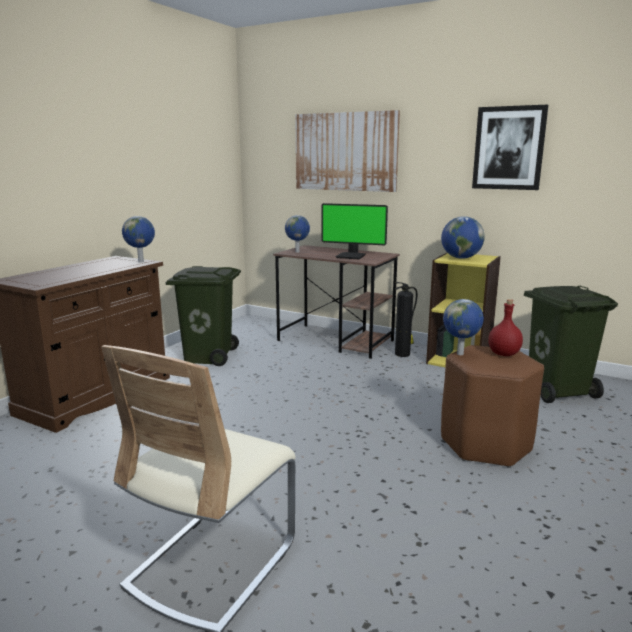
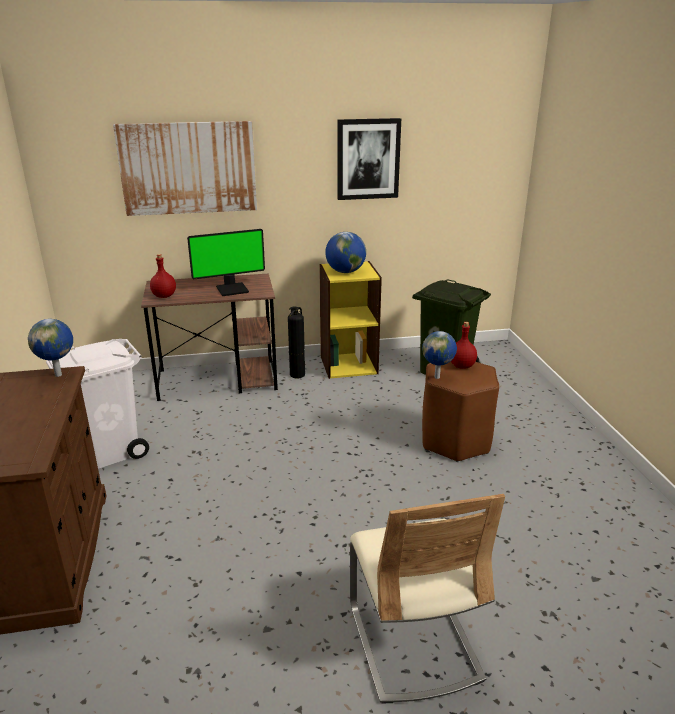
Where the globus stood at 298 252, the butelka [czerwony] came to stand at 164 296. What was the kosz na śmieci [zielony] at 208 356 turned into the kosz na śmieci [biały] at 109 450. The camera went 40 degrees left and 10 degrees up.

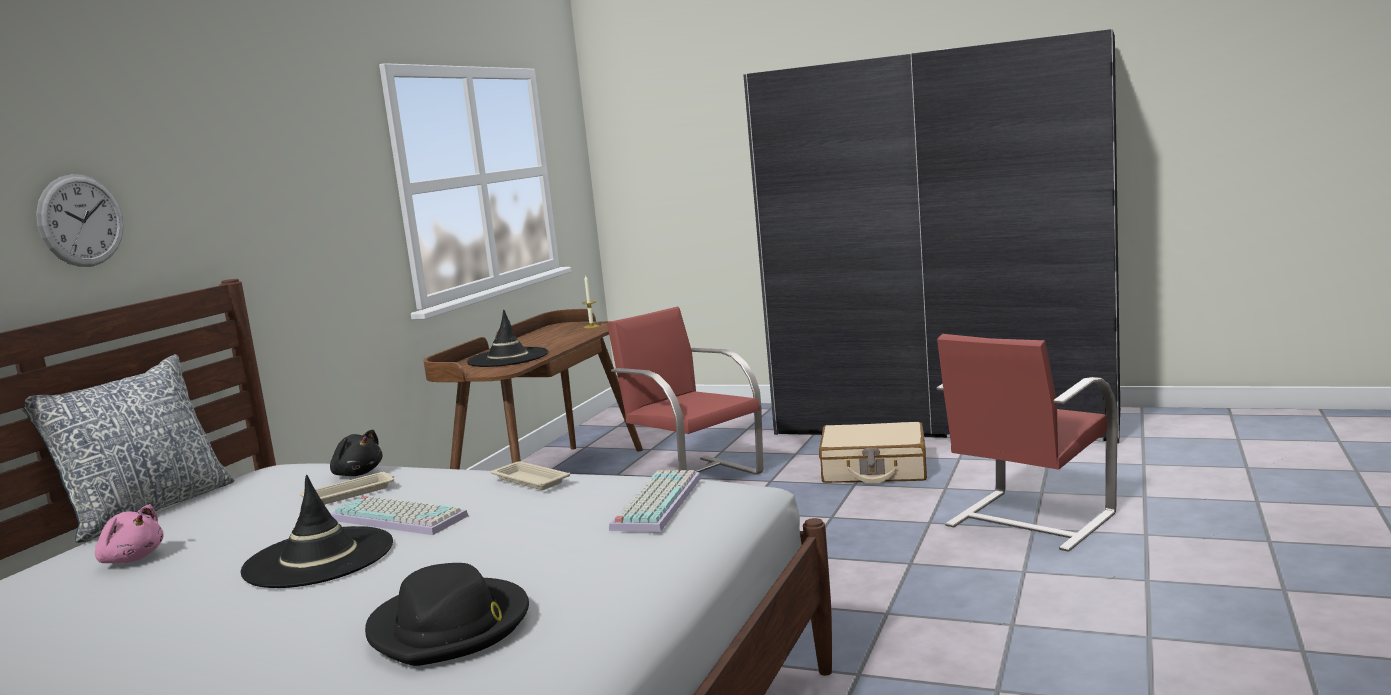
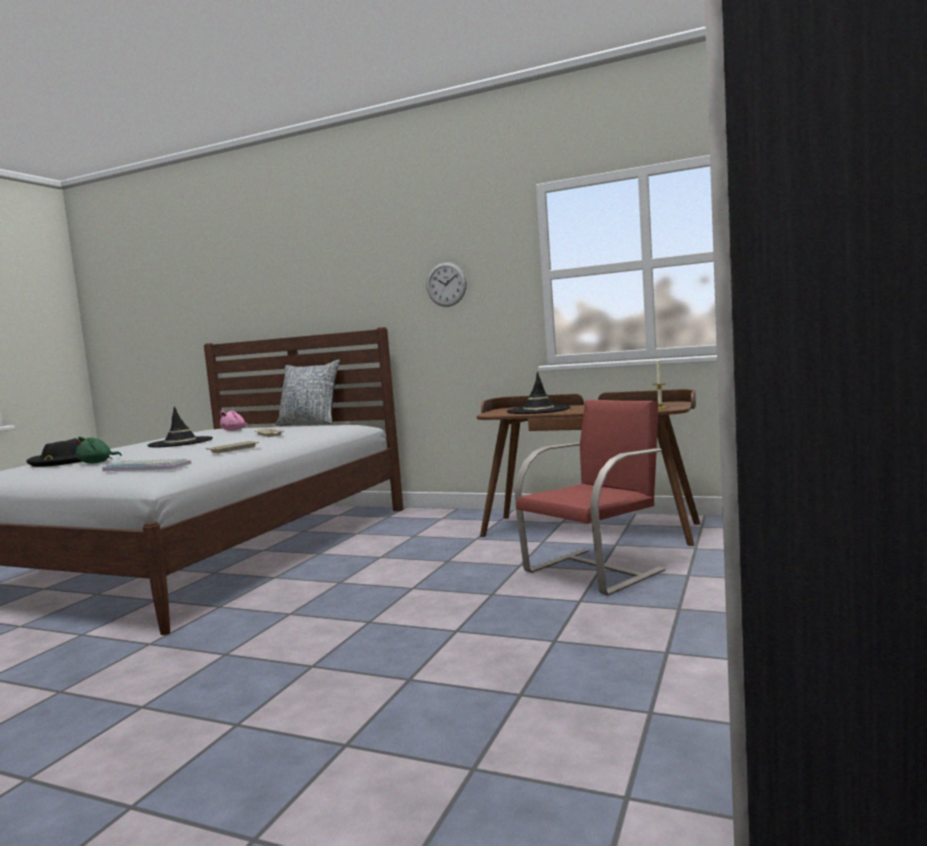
The second view lost the pluszak [czarny] at 357 473. The second view lost the klawiatura at 401 517. The second view lost the walizka [beżowy] at 874 470. The second view lost the krzesło [czerwony] at 1027 520. The second view gained the pluszak [zielony] at 97 462. The zegar ścienny ended up elsewhere, having gone from 81 220 to 446 284. The camera went 90 degrees right and 5 degrees down.

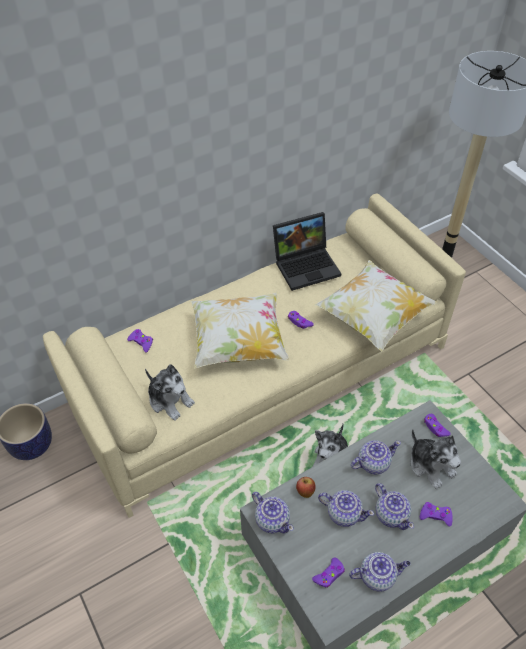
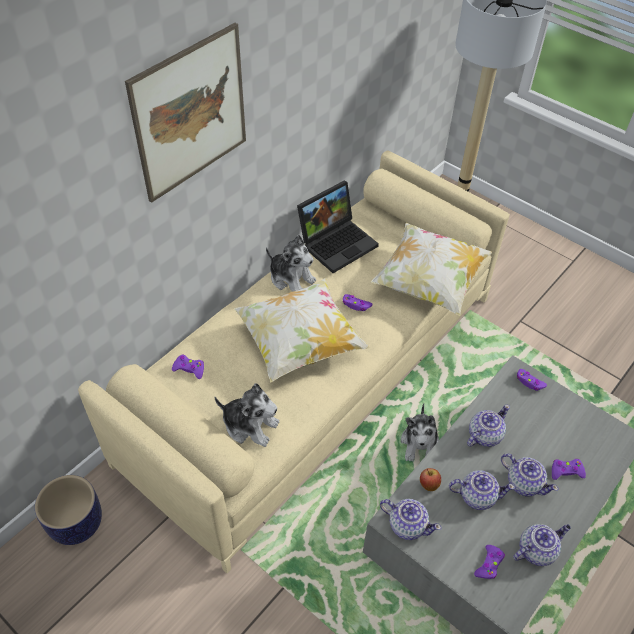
The second view gained the obraz at 190 113. The pluszak ended up elsewhere, having gone from 431 465 to 291 278. The camera went 20 degrees left and 0 degrees up.

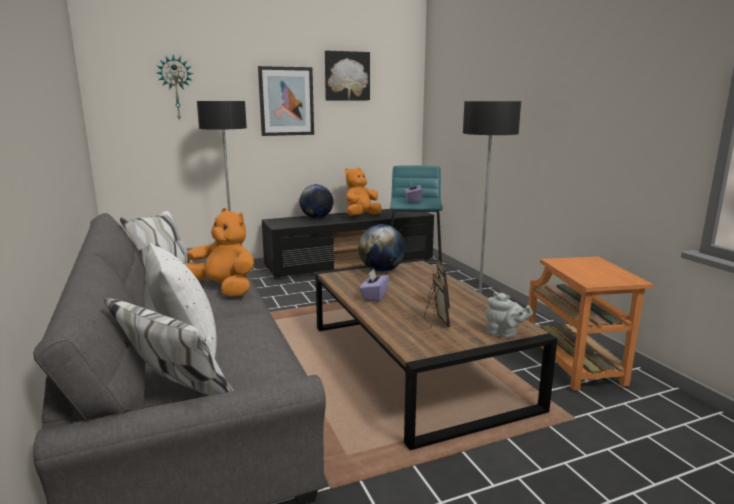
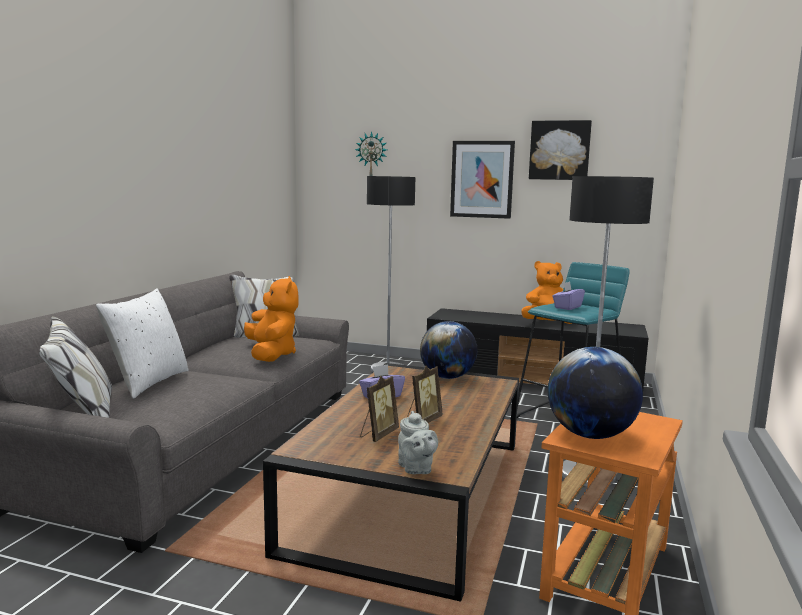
The globus ended up elsewhere, having gone from 317 218 to 590 435. The camera went 40 degrees right and 5 degrees down.

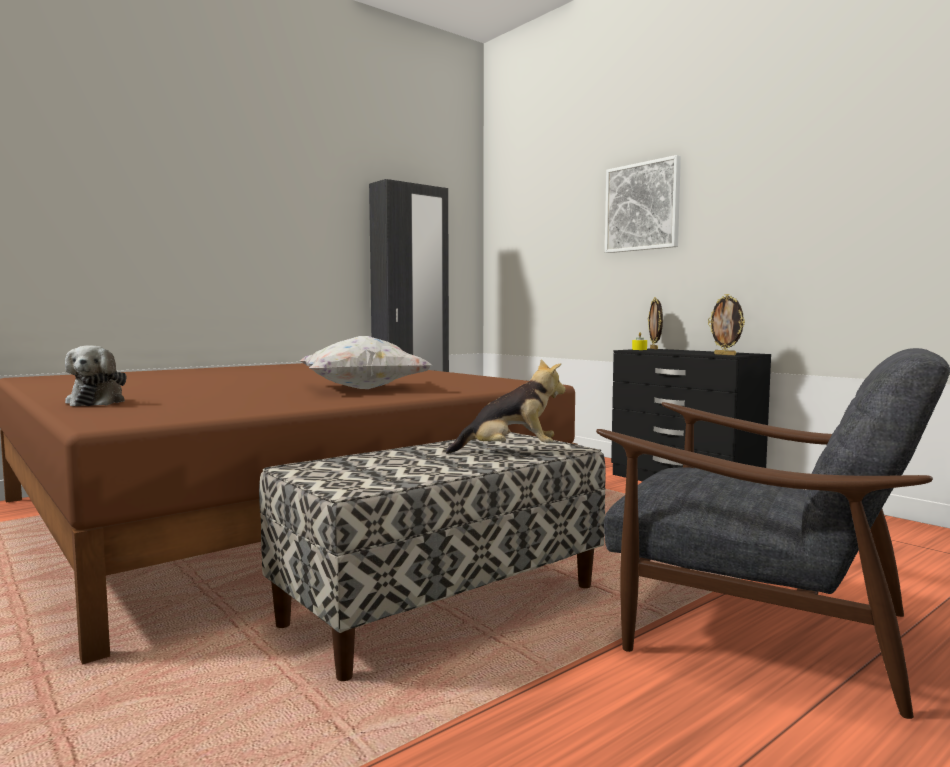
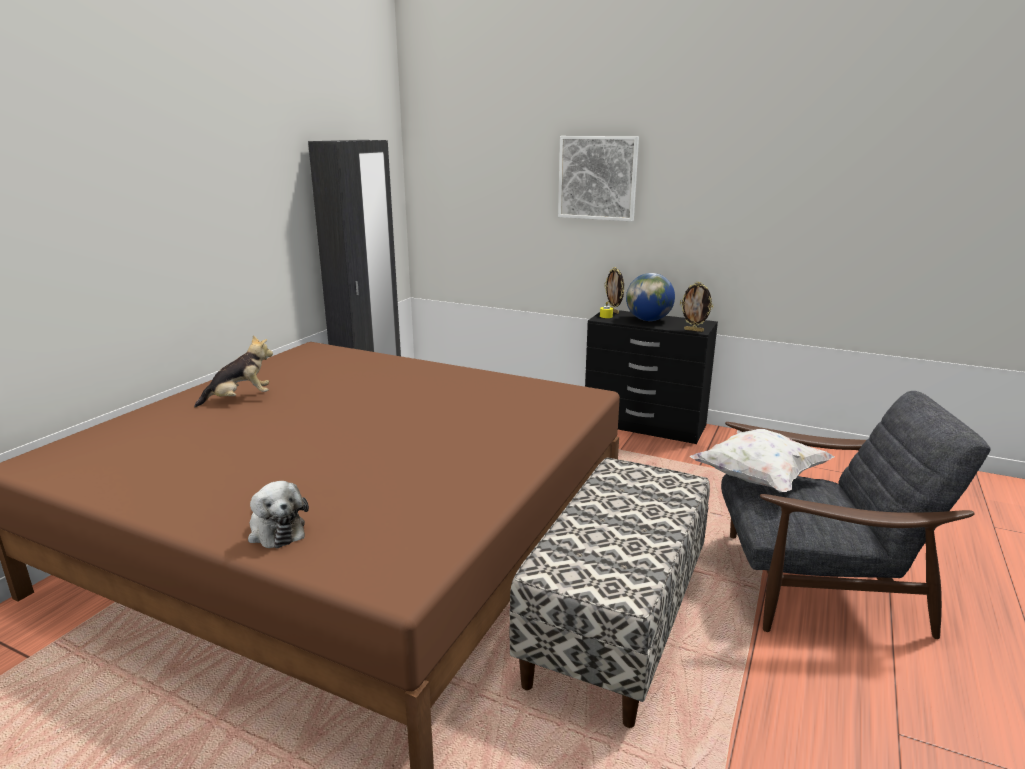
The second view gained the globus at 648 320. The poduszka [biały] ended up elsewhere, having gone from 363 389 to 758 478. The pluszak ended up elsewhere, having gone from 510 452 to 240 399. The camera went 25 degrees left and 15 degrees up.

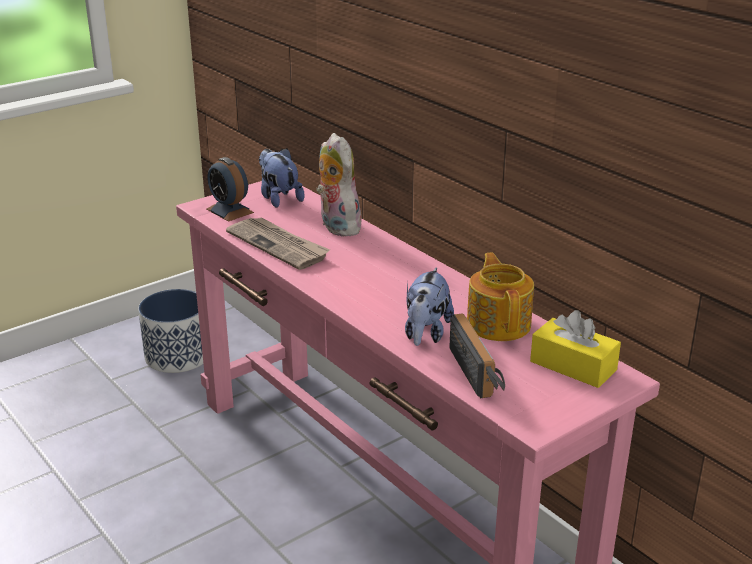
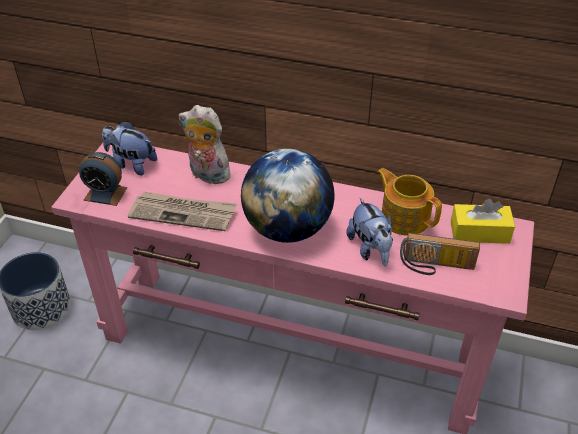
The second view gained the globus at 287 229. The radio at 480 373 ended up facing another way, 150 degrees clockwise from before. The camera went 35 degrees left and 15 degrees up.

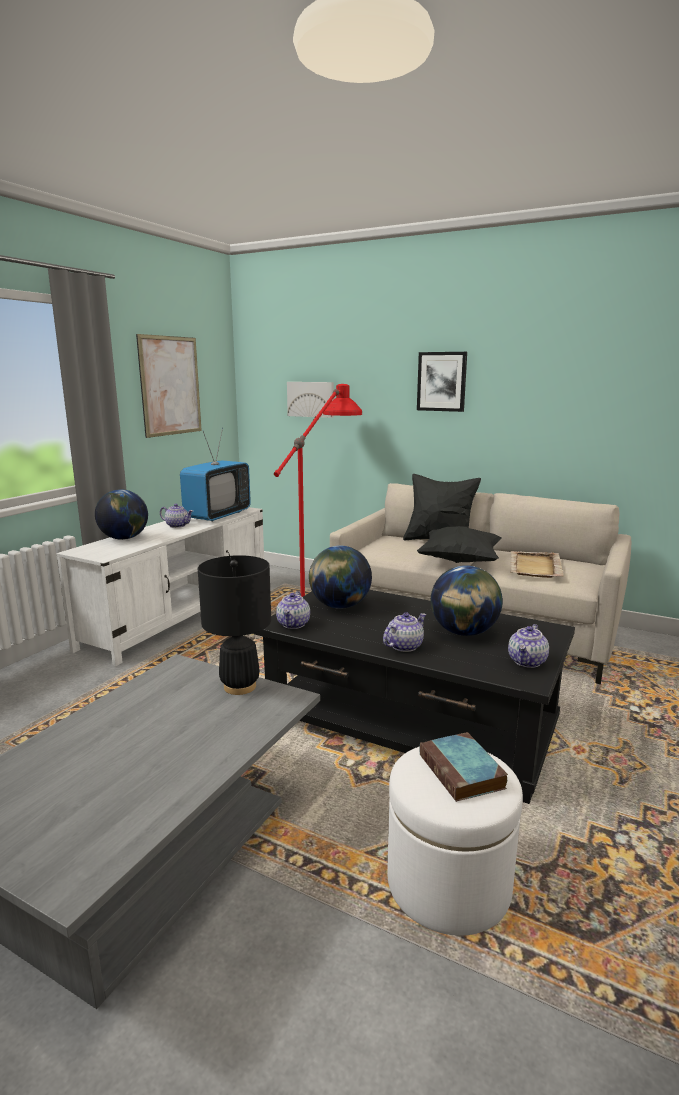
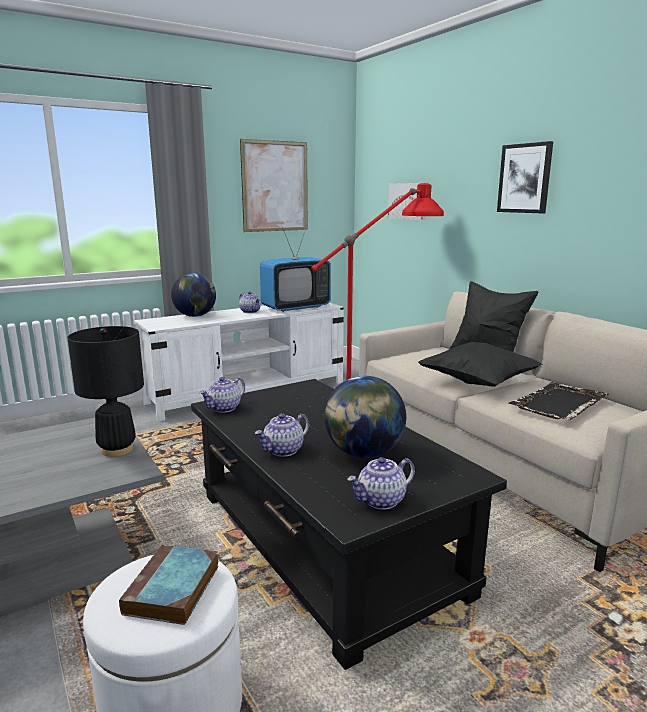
The second view lost the globus at 339 606. What was the taca [beżowy] at 534 567 turned into the taca [czarny] at 558 404. The imbryk at 404 646 ended up facing another way, 150 degrees clockwise from before. The camera went 30 degrees right and 0 degrees up.

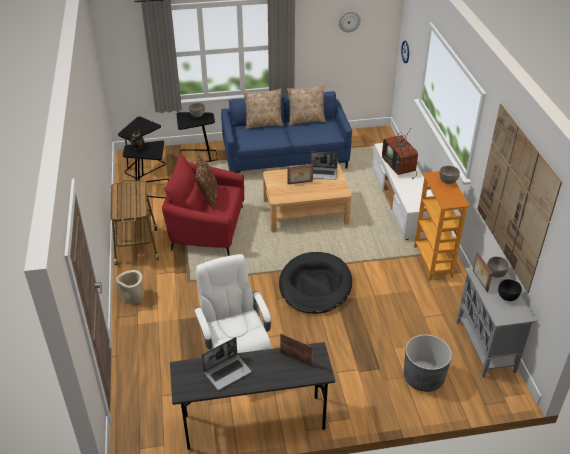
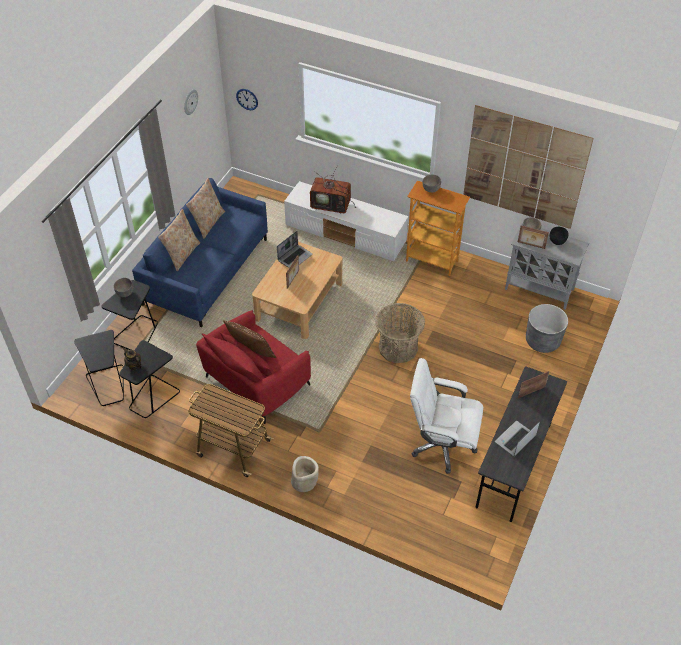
Where the legowisko [czarny] stood at 315 286, the koszyk came to stand at 398 347. The laptop at 227 372 ended up facing another way, 135 degrees counterclockwise from before. The camera went 55 degrees left and 10 degrees up.

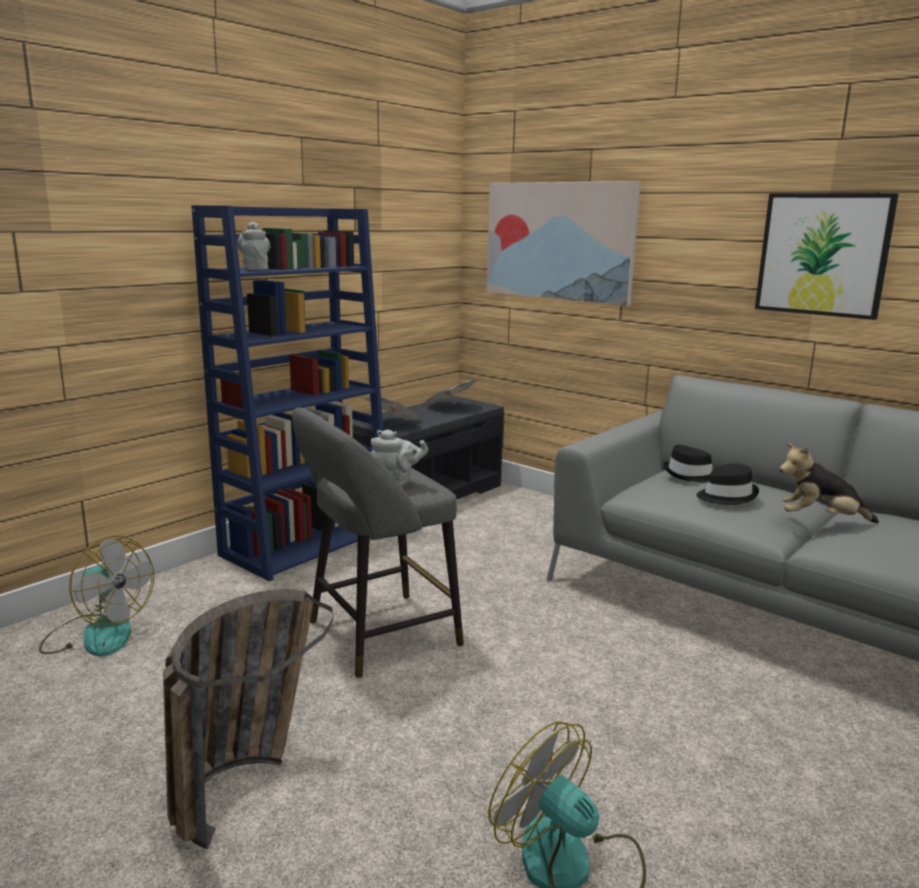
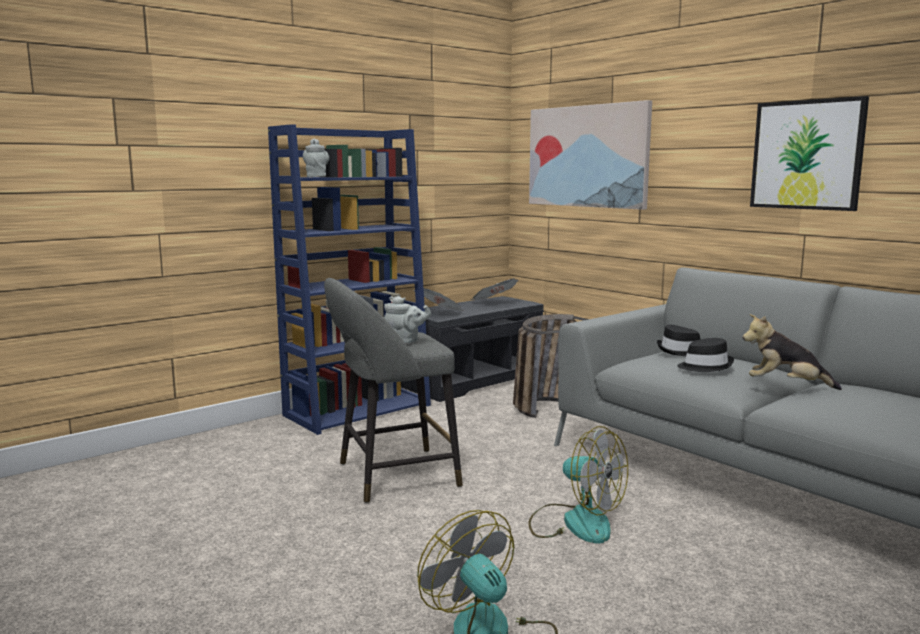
The wentylator ended up elsewhere, having gone from 97 634 to 575 522. The koszyk ended up elsewhere, having gone from 245 780 to 543 404. The camera went 10 degrees right and 5 degrees down.

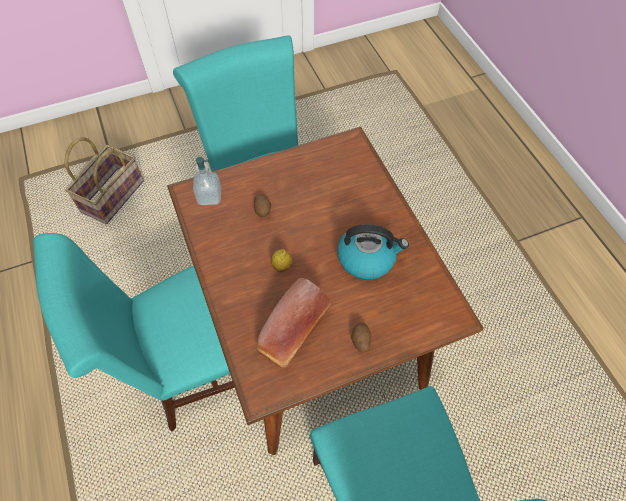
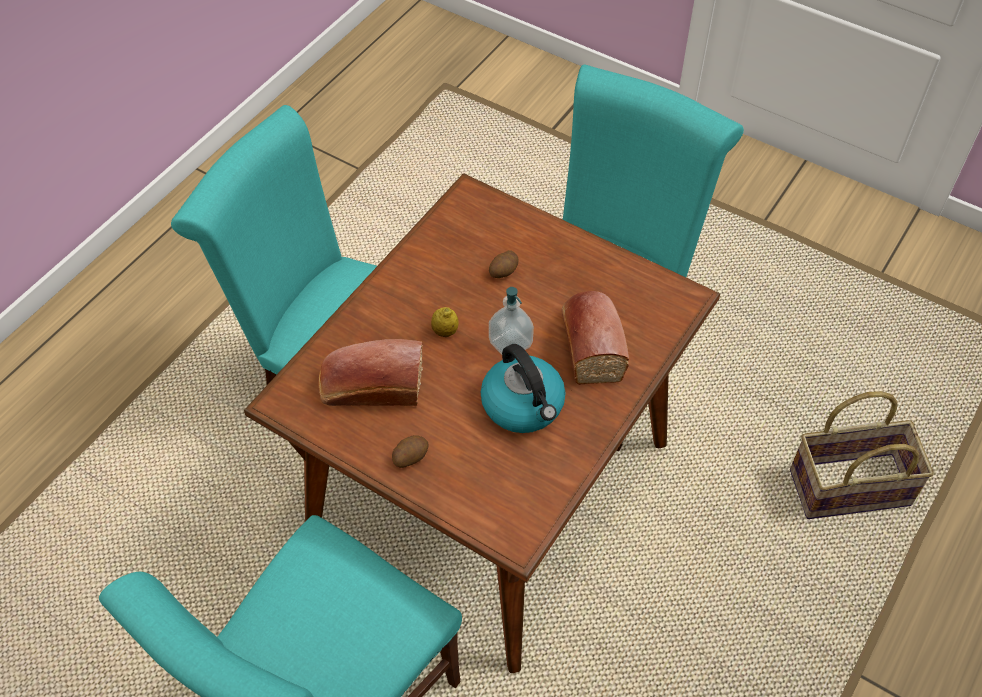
The second view gained the chleb at 591 345. The koszyk ended up elsewhere, having gone from 112 195 to 849 485. The dozownik mydła ended up elsewhere, having gone from 209 197 to 510 343. The camera went 55 degrees right and 5 degrees down.

